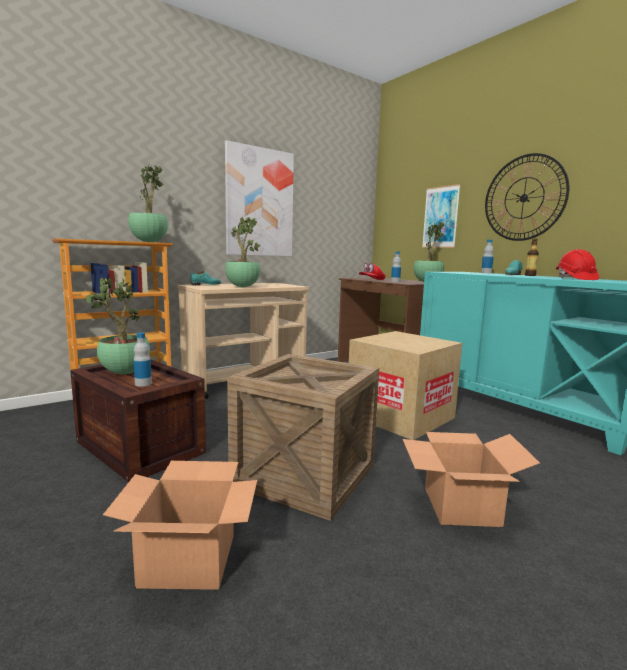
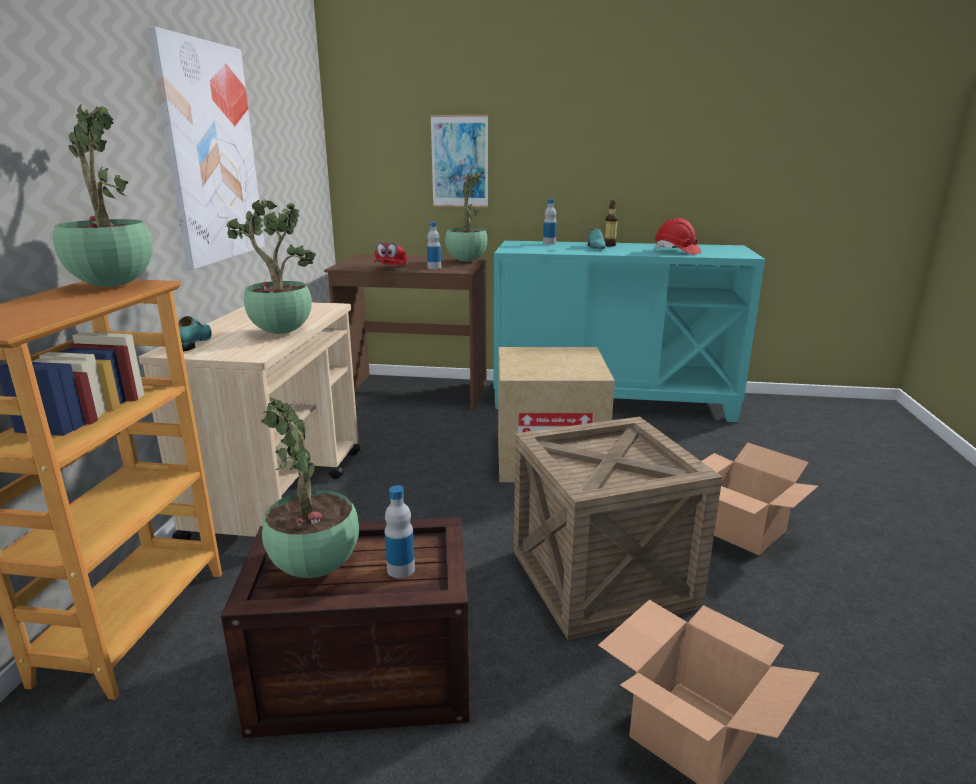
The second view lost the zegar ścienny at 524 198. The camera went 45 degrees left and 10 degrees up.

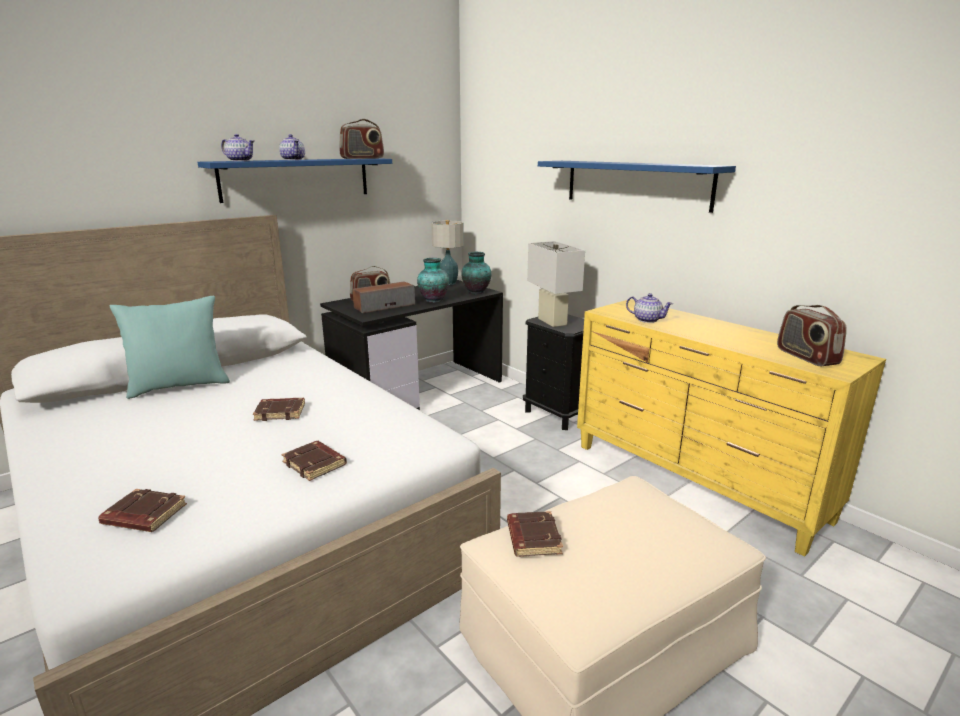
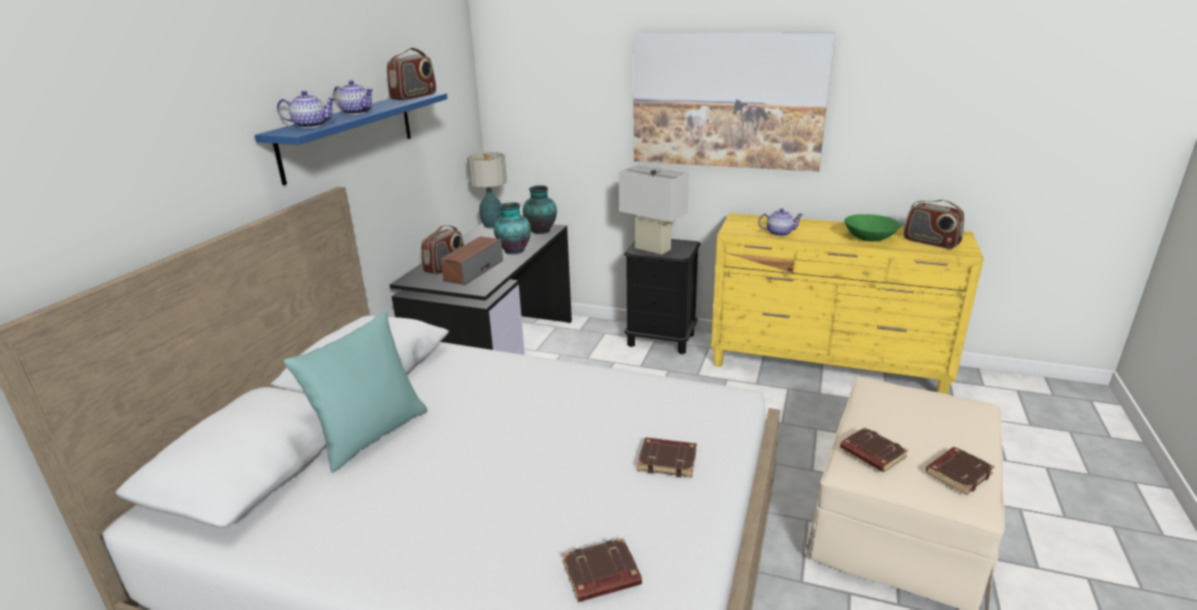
The second view gained the miska [zielony] at 869 238. The książka [brązowy] ended up elsewhere, having gone from 281 412 to 958 473. Where the półka [niebieski] hung at 635 184, the obraz came to hang at 727 101. The camera went 30 degrees left and 5 degrees up.

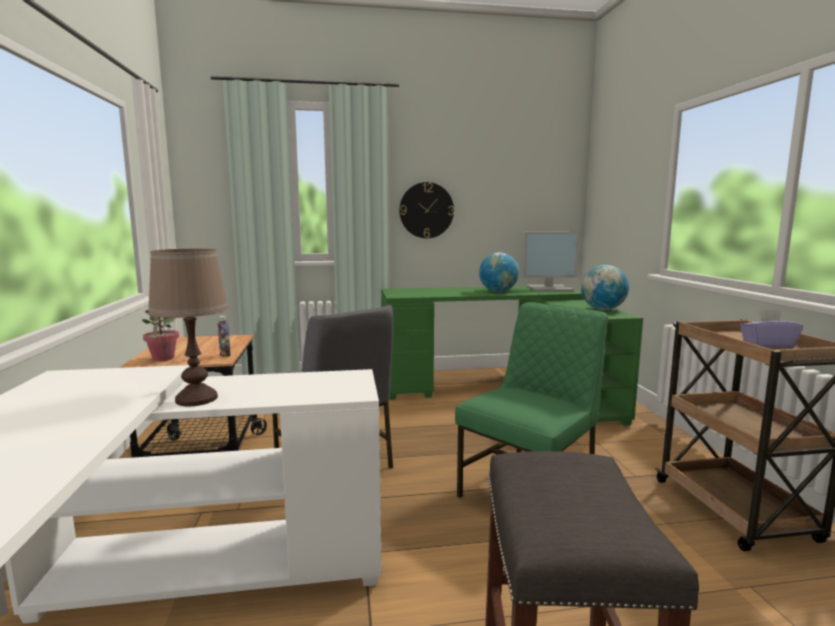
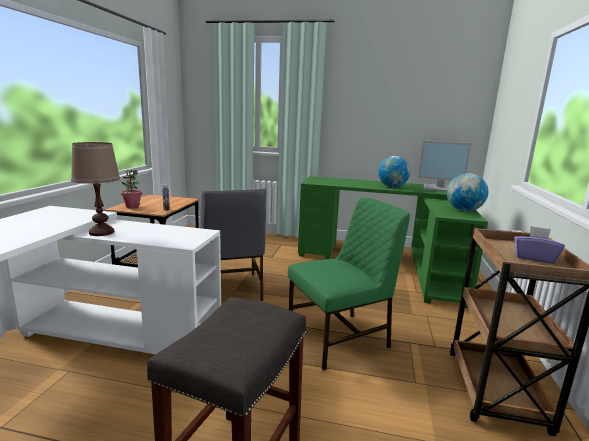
The second view lost the zegar ścienny at 426 210. The camera went 20 degrees right and 5 degrees up.

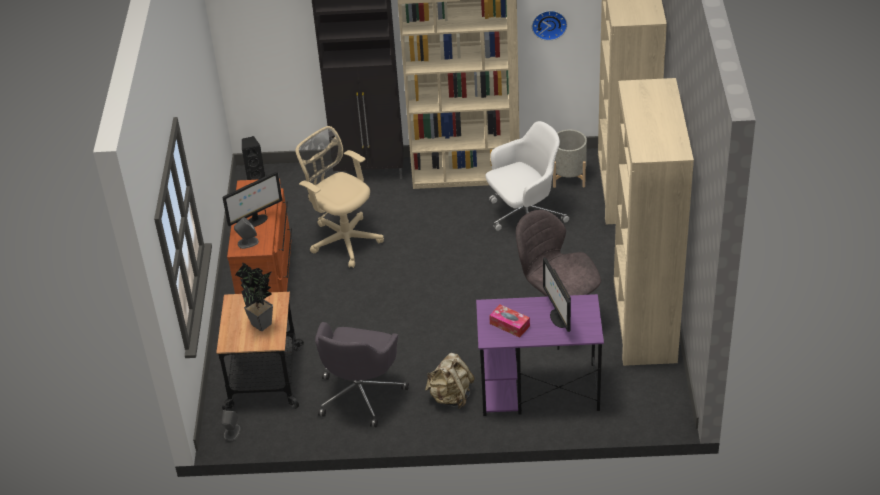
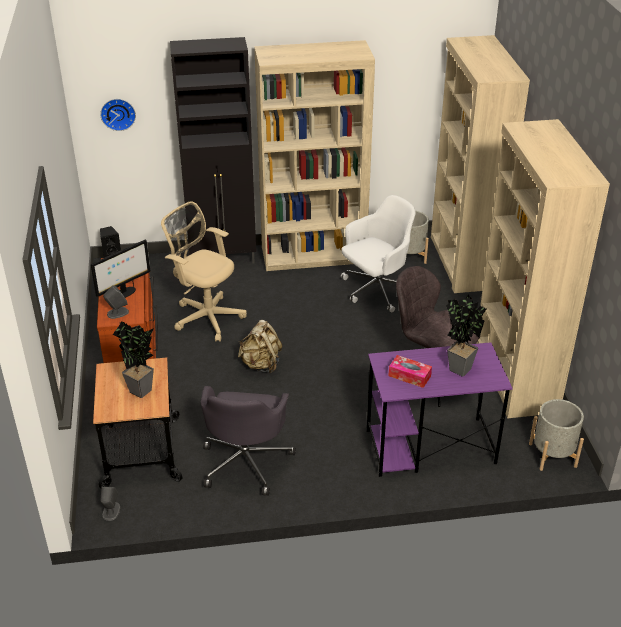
The second view gained the donica [szary] at 552 455. The plecak [beżowy] ended up elsewhere, having gone from 451 397 to 261 364. The zegar ścienny ended up elsewhere, having gone from 549 24 to 118 113. Where the monitor stood at 558 318, the roślina doniczkowa came to stand at 458 367. The camera went 10 degrees left and 5 degrees down.

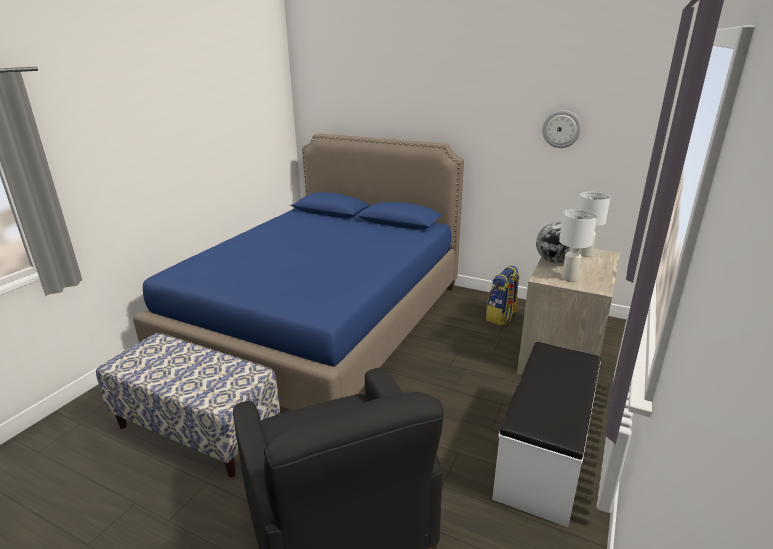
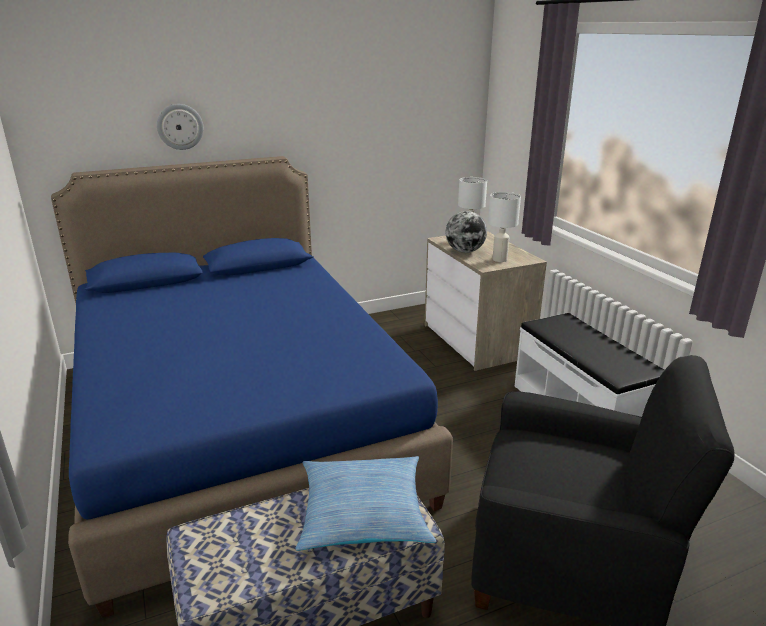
The second view lost the plecak at 502 317. The second view gained the poduszka at 363 513. The zegar ścienny ended up elsewhere, having gone from 561 129 to 180 126. The camera went 50 degrees left and 0 degrees up.

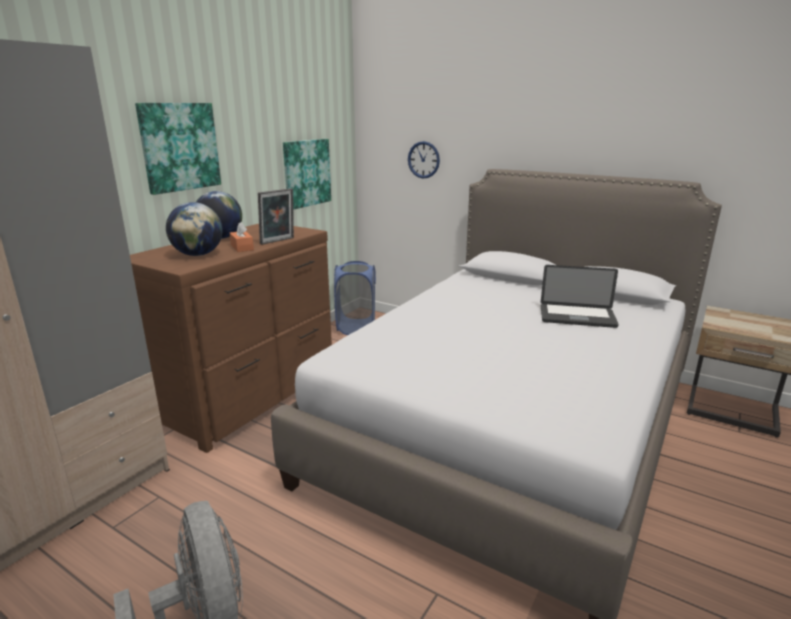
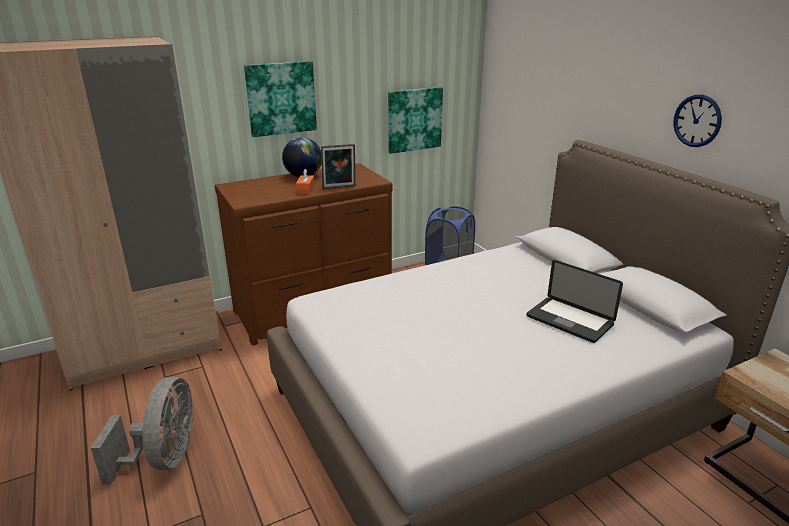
The second view lost the globus at 198 255. The zegar ścienny ended up elsewhere, having gone from 423 160 to 697 121. The camera went 30 degrees right and 5 degrees up.

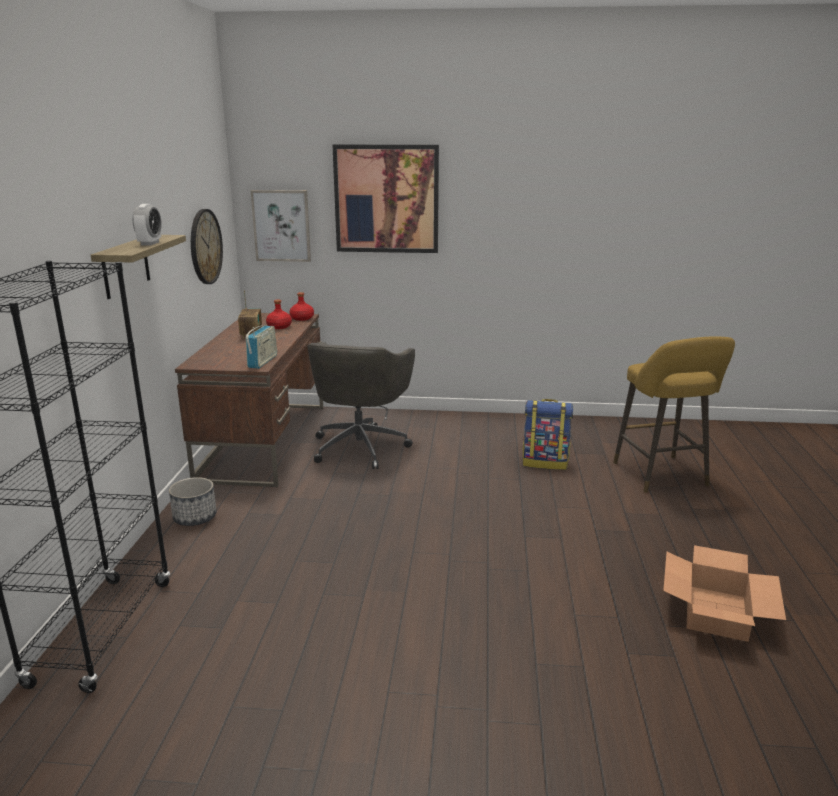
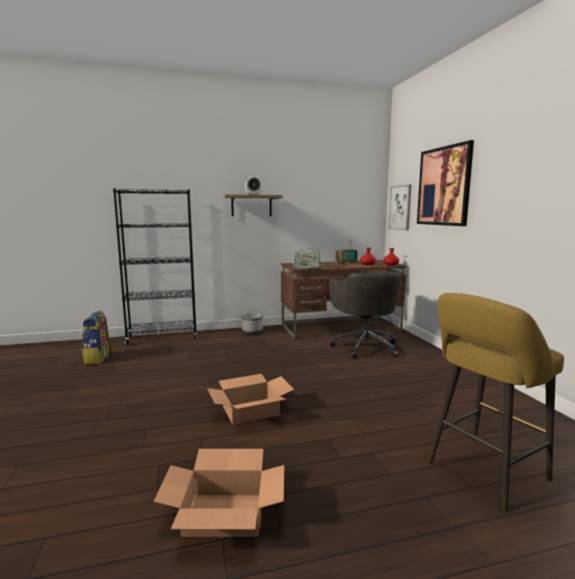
The second view lost the zegar ścienny at 205 246. The second view gained the karton at 251 411. The plecak ended up elsewhere, having gone from 545 462 to 98 358. The krzesło biurowe [szary] at 360 446 ended up facing another way, 90 degrees counterclockwise from before. The camera went 70 degrees right and 10 degrees down.

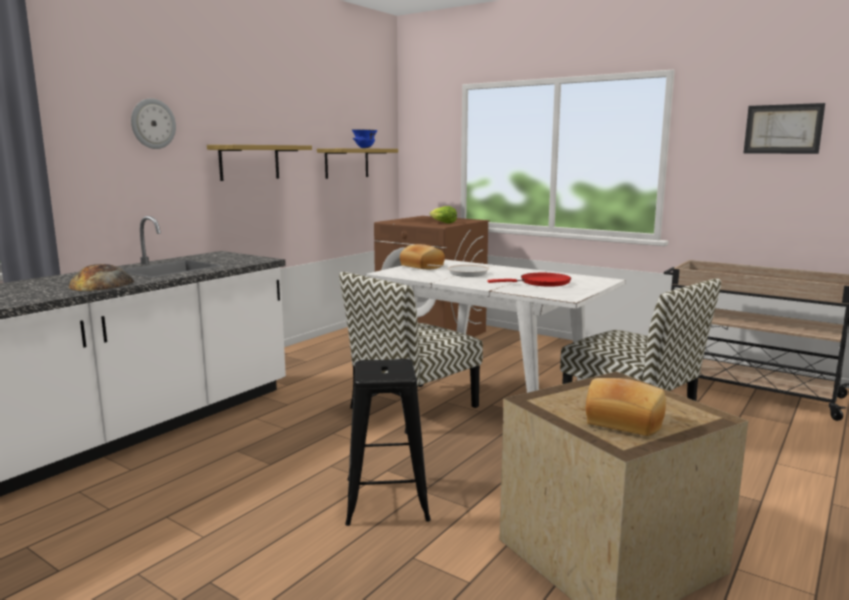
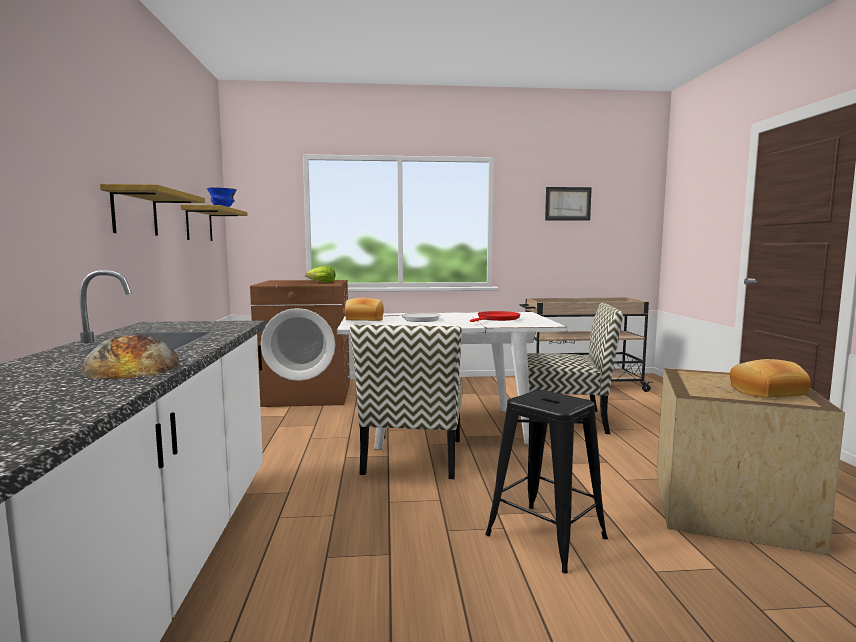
The second view lost the zegar ścienny at 153 124. The camera went 40 degrees left and 5 degrees down.

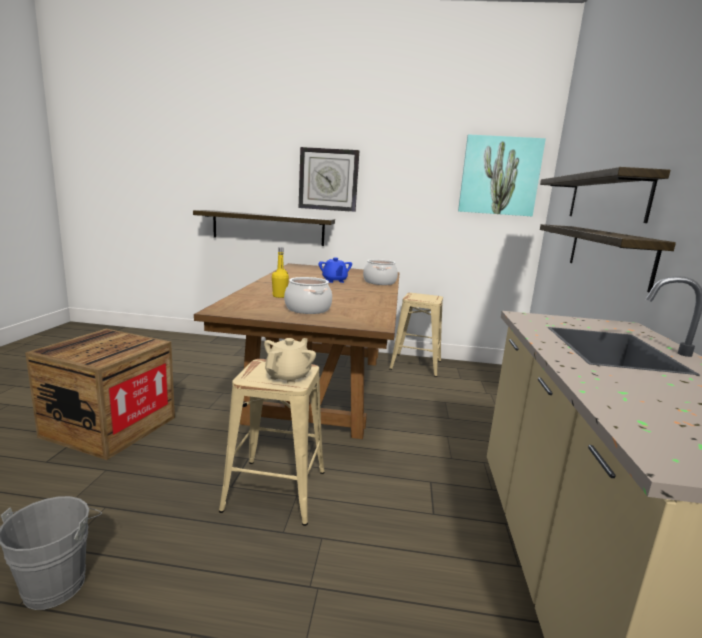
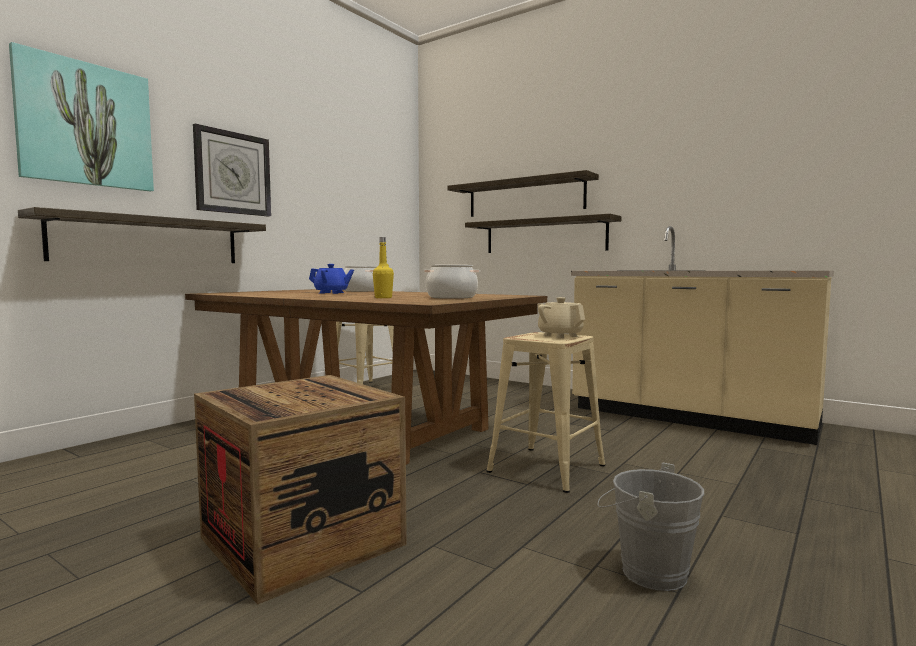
The obraz ended up elsewhere, having gone from 499 176 to 86 124. The camera went 60 degrees left and 10 degrees down.

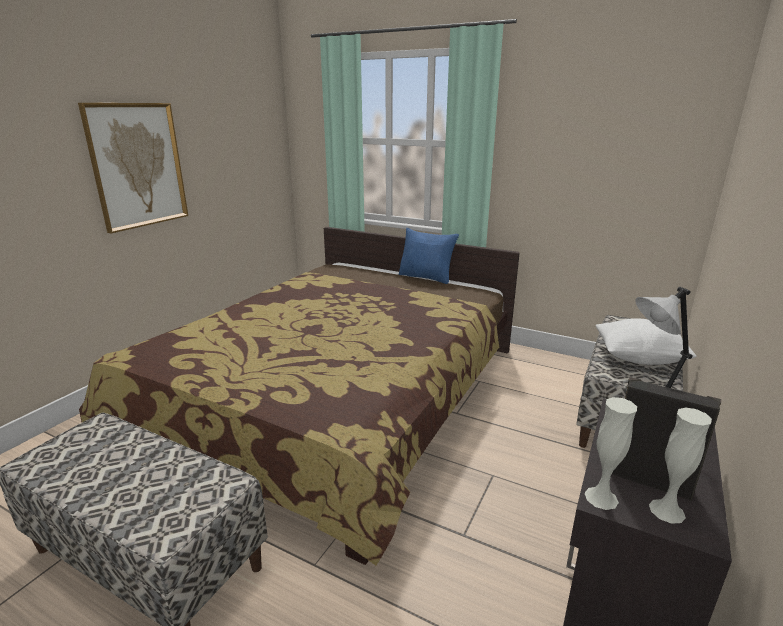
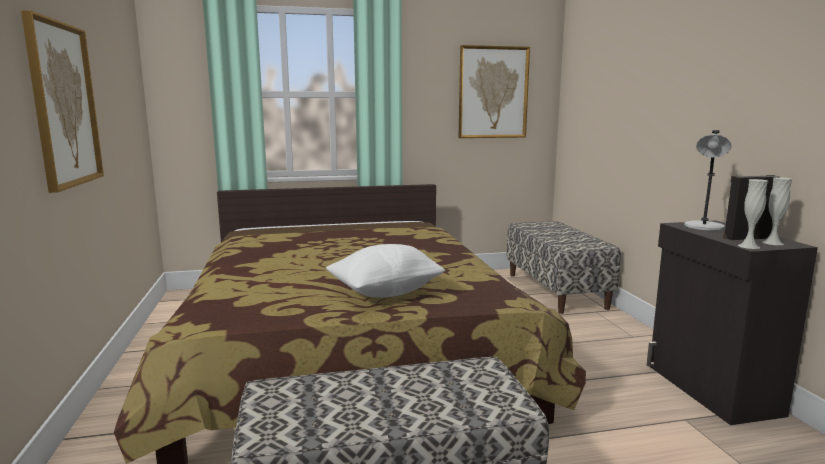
The second view lost the poduszka [niebieski] at 426 277. The second view gained the obraz at 493 92. The poduszka [biały] ended up elsewhere, having gone from 639 358 to 385 292. The camera went 40 degrees left and 10 degrees down.

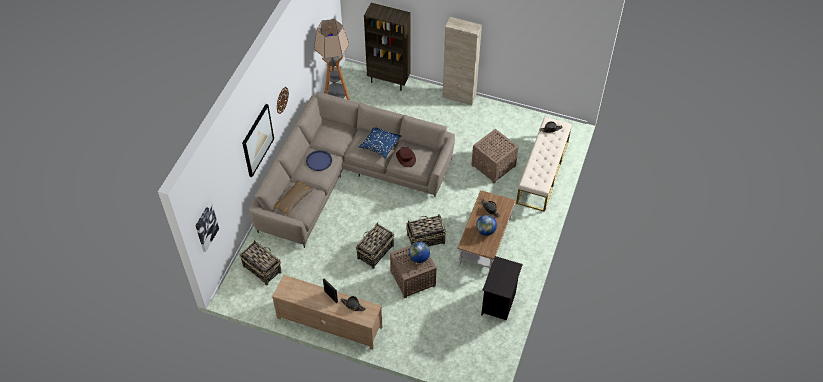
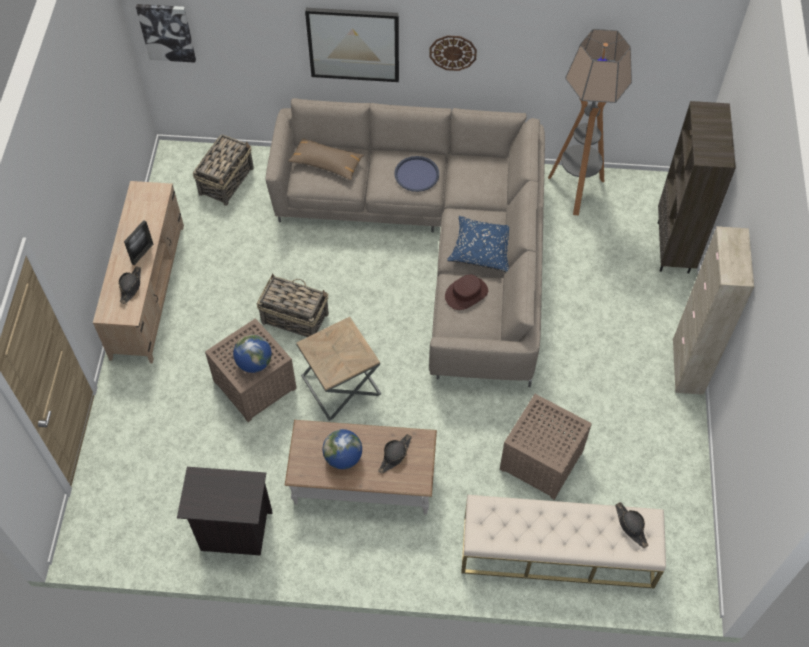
Where the koszyk stood at 425 239, the stolik [brązowy] came to stand at 341 385. The camera went 75 degrees right and 5 degrees up.

